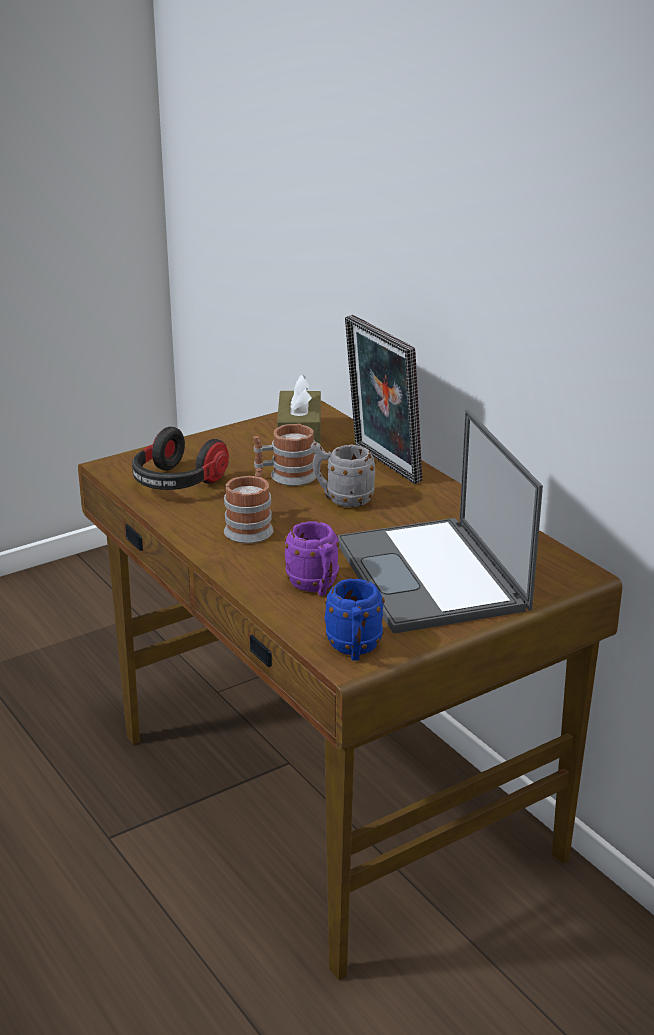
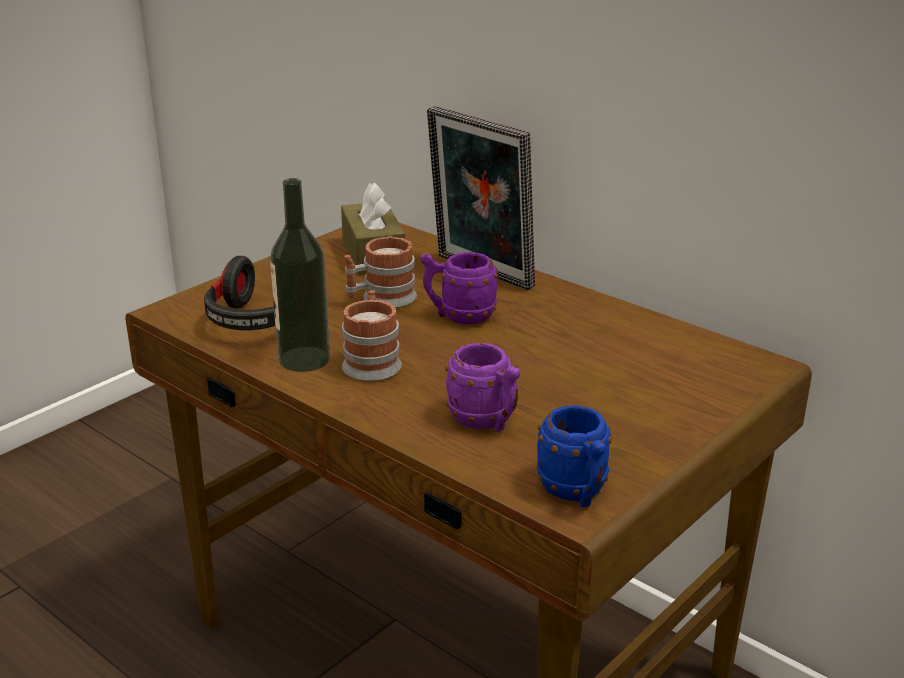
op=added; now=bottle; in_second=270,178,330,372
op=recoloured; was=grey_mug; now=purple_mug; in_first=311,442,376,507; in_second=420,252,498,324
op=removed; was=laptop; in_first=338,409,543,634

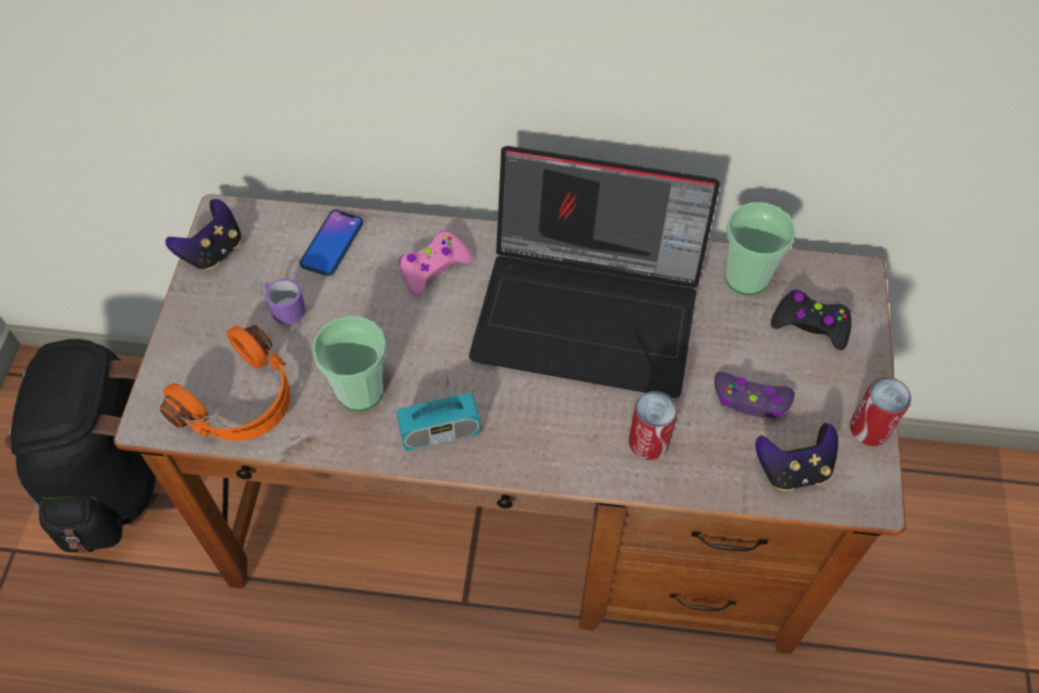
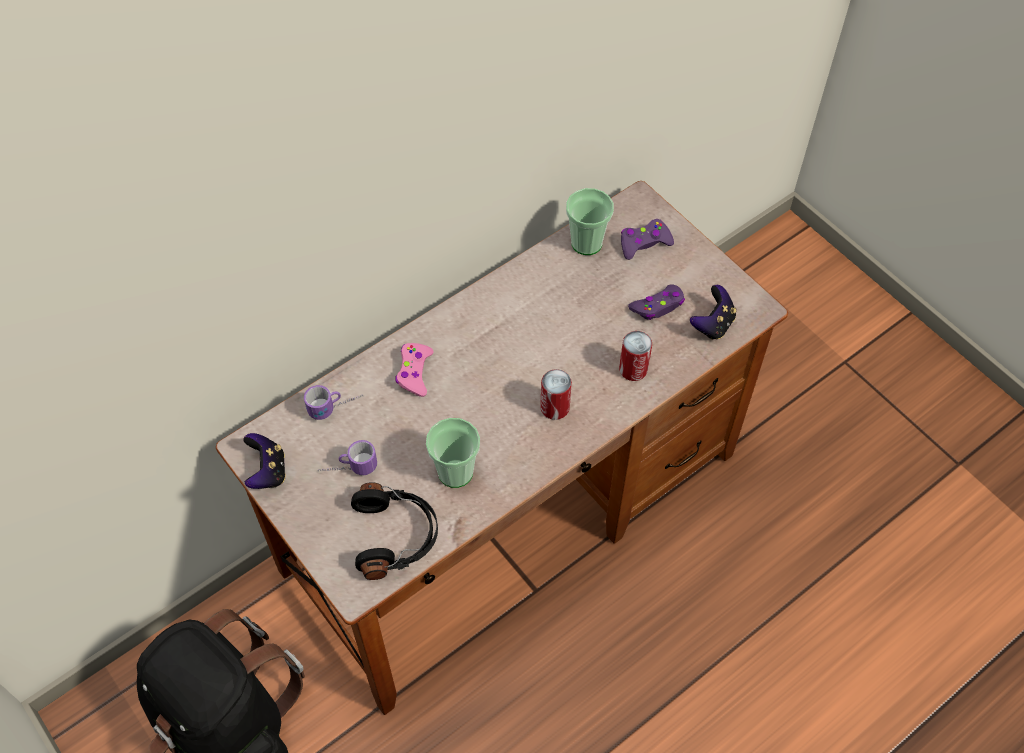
op=replaced; was=phone; now=mug; in_first=299,210,363,276; in_second=304,385,363,420
op=recoloured; was=orange_headphones; now=black_headphones; in_first=160,325,290,441; in_second=351,482,438,580
op=moved; was=can; in_first=850,377,911,446; in_second=540,369,572,420
op=recoloured; was=black_game_controller; now=purple_game_controller; in_first=771,289,851,350; in_second=621,219,674,260
op=removed; was=radio; in_first=396,360,480,451
op=removed; was=laptop; in_first=469,146,720,398

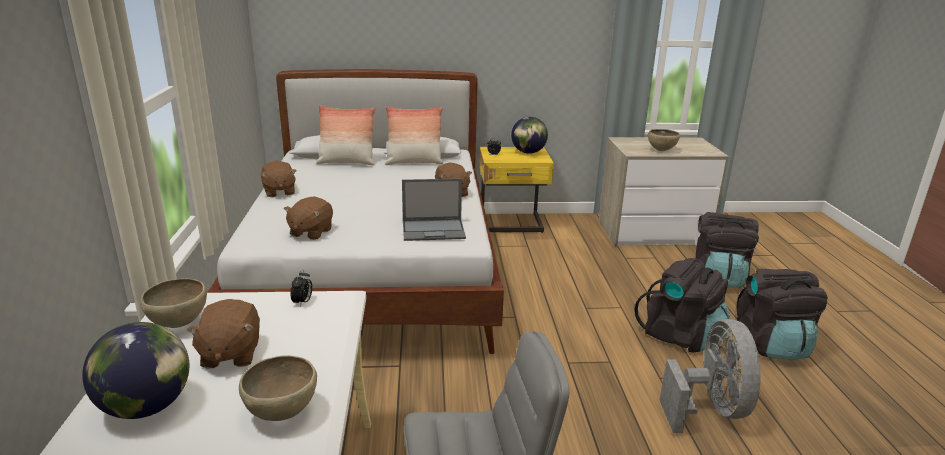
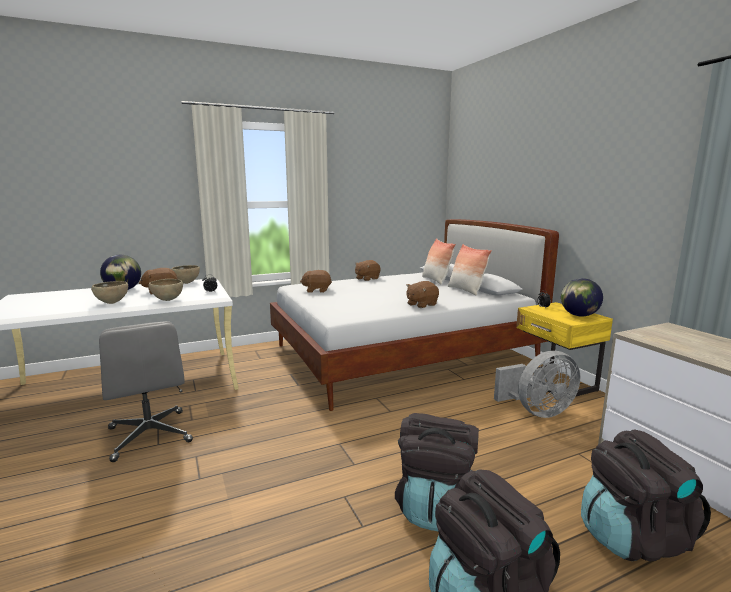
op=moved; was=brown_bowl; in_first=648,129,680,151; in_second=149,279,183,301
op=moved; was=grey_fan; in_first=659,319,761,433; in_second=494,351,580,418
op=removed; was=laptop; in_first=402,178,466,241

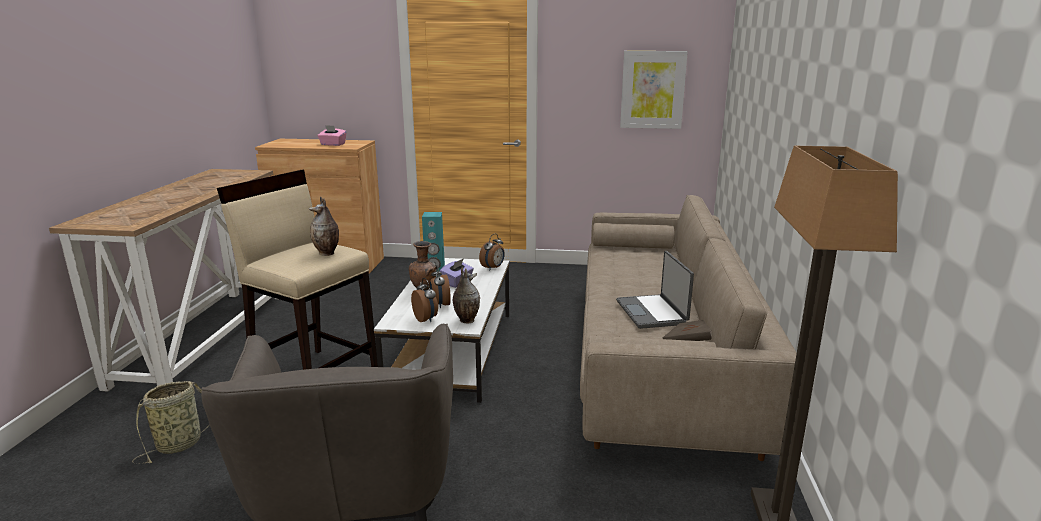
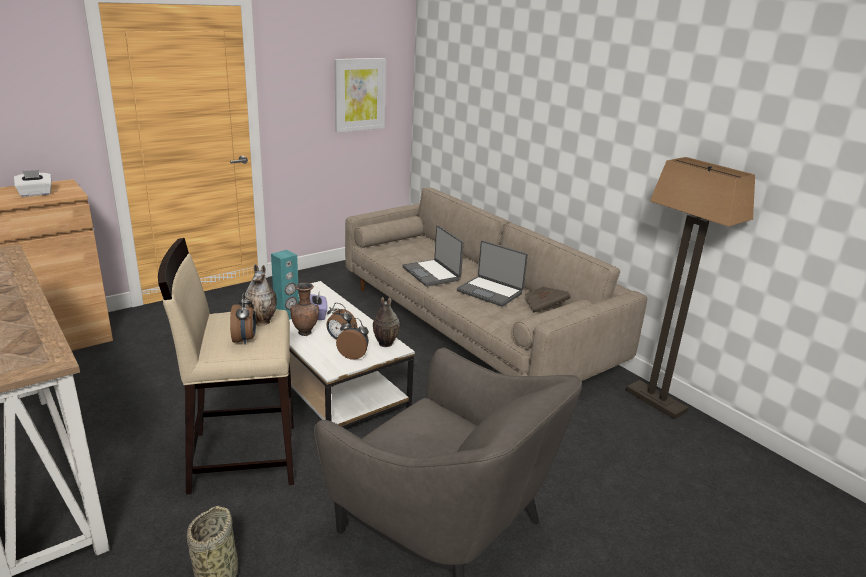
op=recoloured; was=pink_tissue_box; now=white_tissue_box; in_first=317,125,347,146; in_second=14,170,52,197
op=moved; was=alarm_clock; in_first=479,234,505,270; in_second=230,293,256,345
op=added; now=laptop; in_second=402,225,464,287

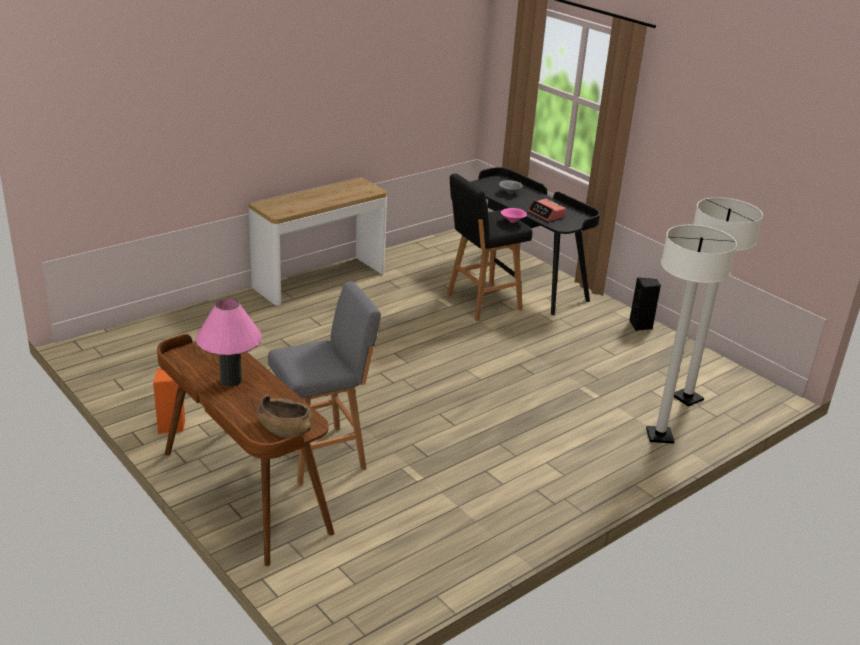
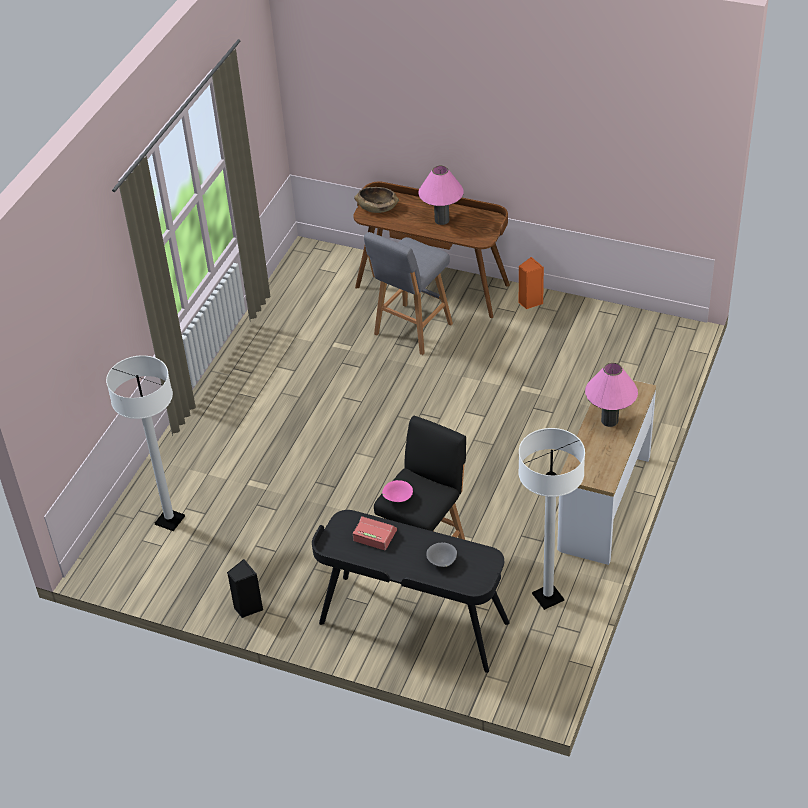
op=moved; was=white_floor_lamp; in_first=646,225,737,444; in_second=518,428,585,610
op=added; now=pink_table_lamp; in_second=585,363,638,427

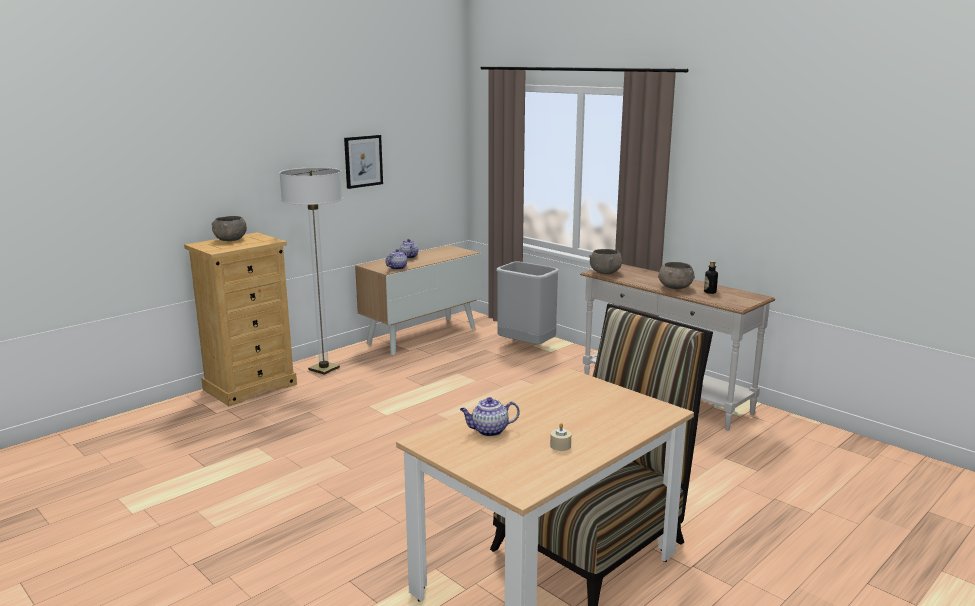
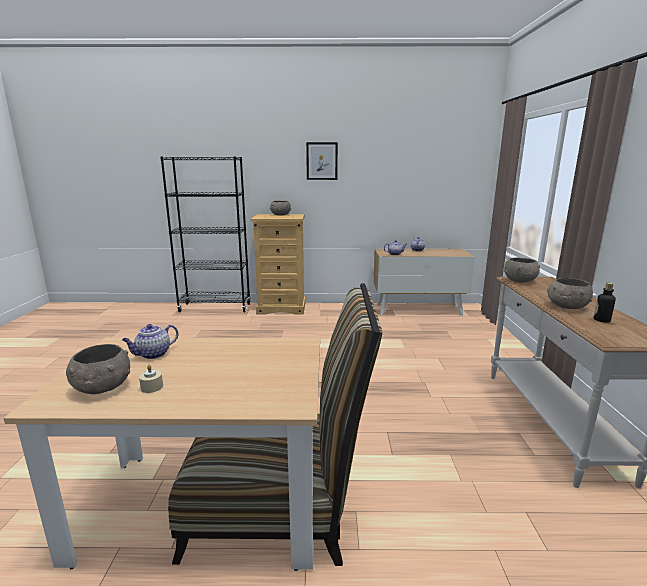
op=added; now=grey_bowl; in_second=66,344,130,394
op=turned; was=teapot; in_first=460,397,520,437; in_second=122,324,178,359; clockwise=-75
op=added; now=black_bookcase; in_second=160,156,251,312
op=moved; was=picture; in_first=344,135,383,189; in_second=306,142,338,180
op=removed; was=floor_lamp; in_first=279,167,343,375
op=removed; was=grey_trash_can; in_first=496,261,559,344

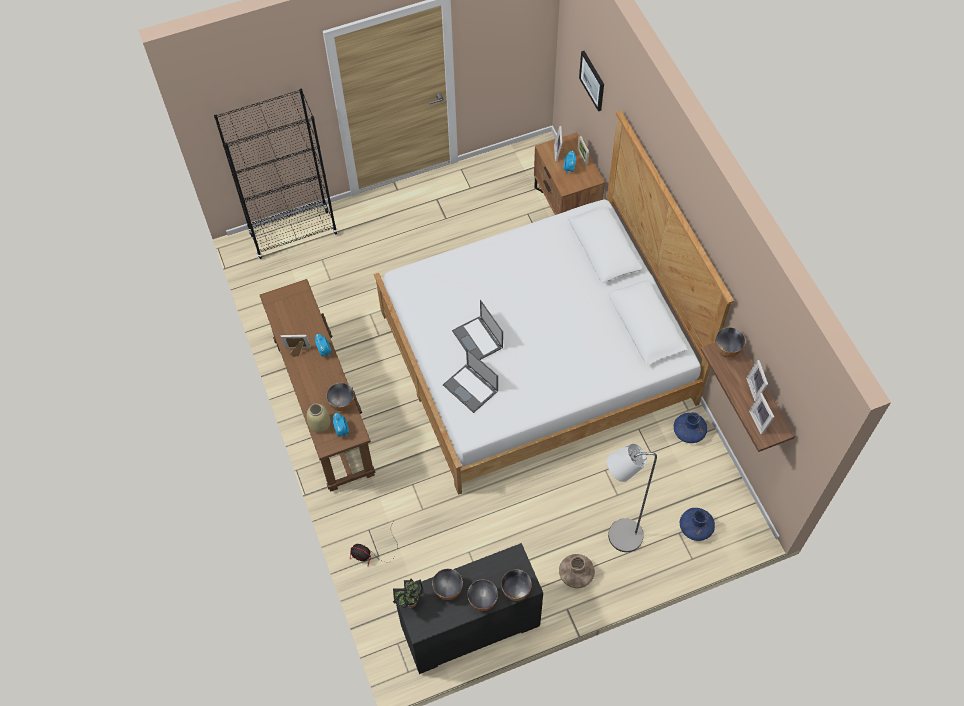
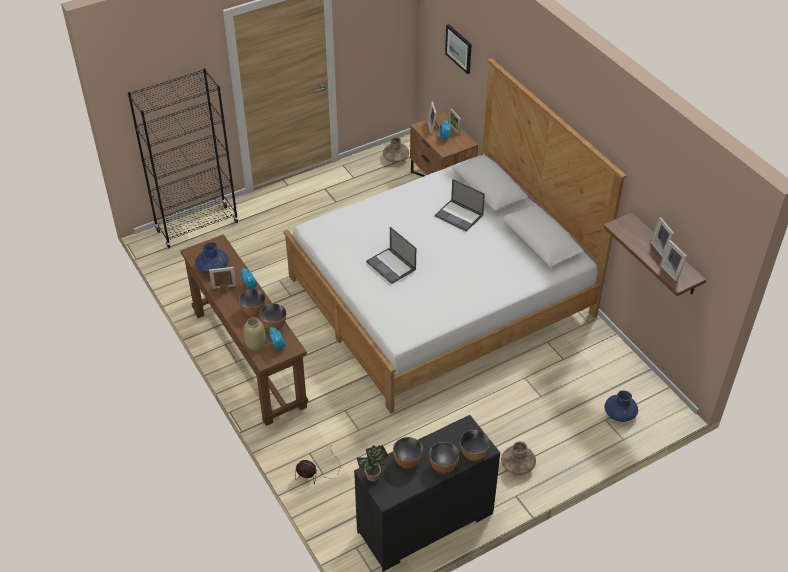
op=moved; was=blue_vase; in_first=674,412,707,443; in_second=196,242,228,274
op=moved; was=bowl; in_first=715,327,745,357; in_second=239,289,266,316
op=added; now=brown_vase; in_second=383,137,409,163
op=moved; was=laptop; in_first=443,348,498,413; in_second=435,179,485,232
op=removed; was=grey_floor_lamp; in_first=607,443,657,552

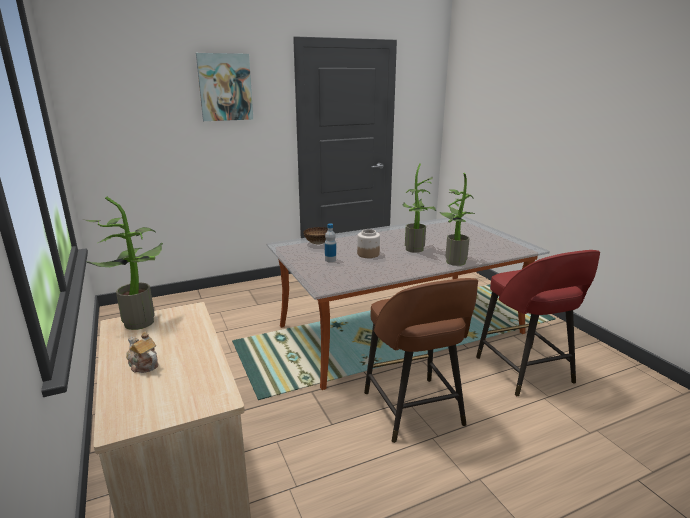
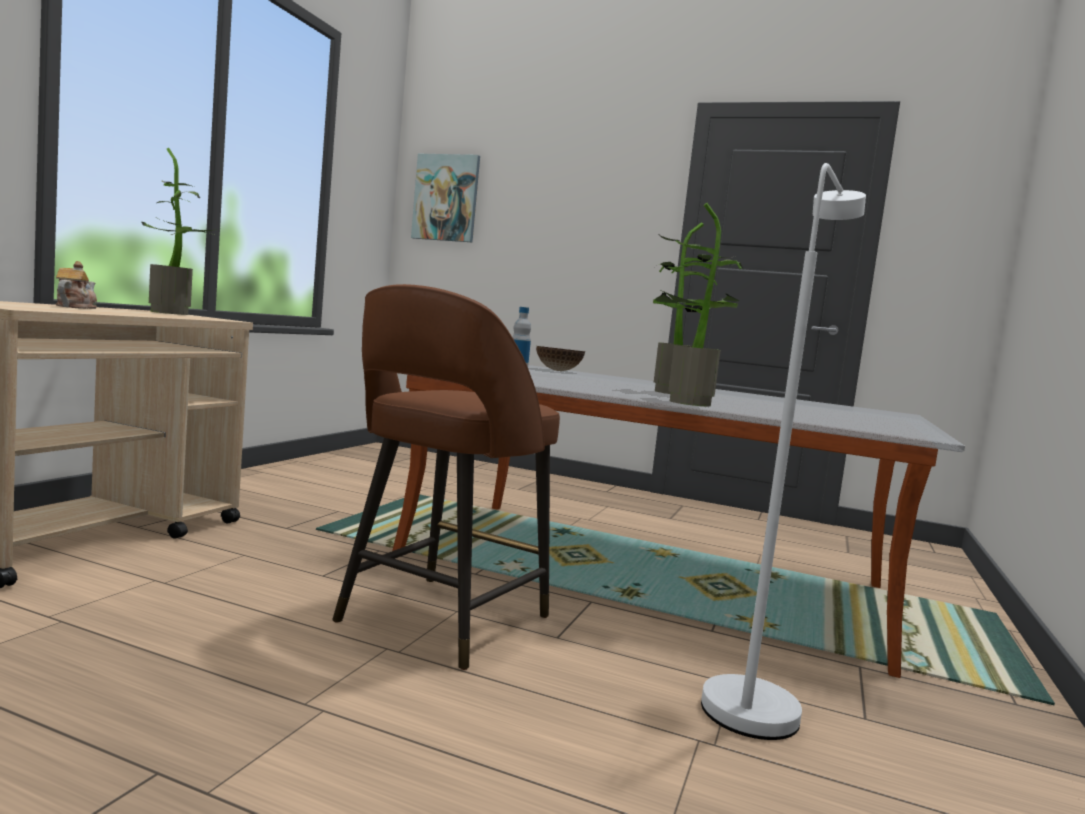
op=moved; was=picture; in_first=196,53,253,121; in_second=411,154,480,242
op=replaced; was=red_stool; now=white_floor_lamp; in_first=476,250,600,396; in_second=701,163,866,740
op=removed; was=jar; in_first=357,229,380,258

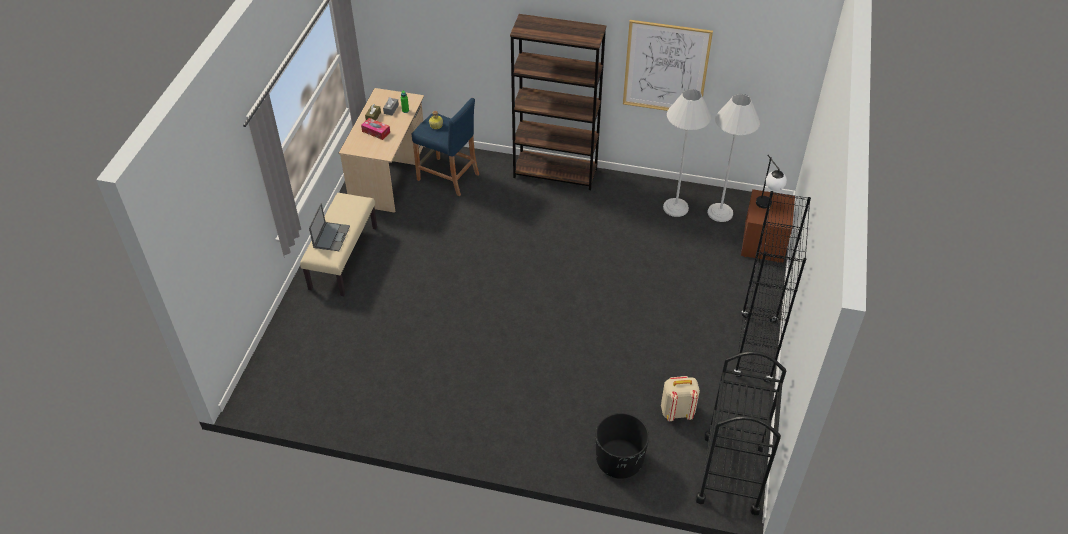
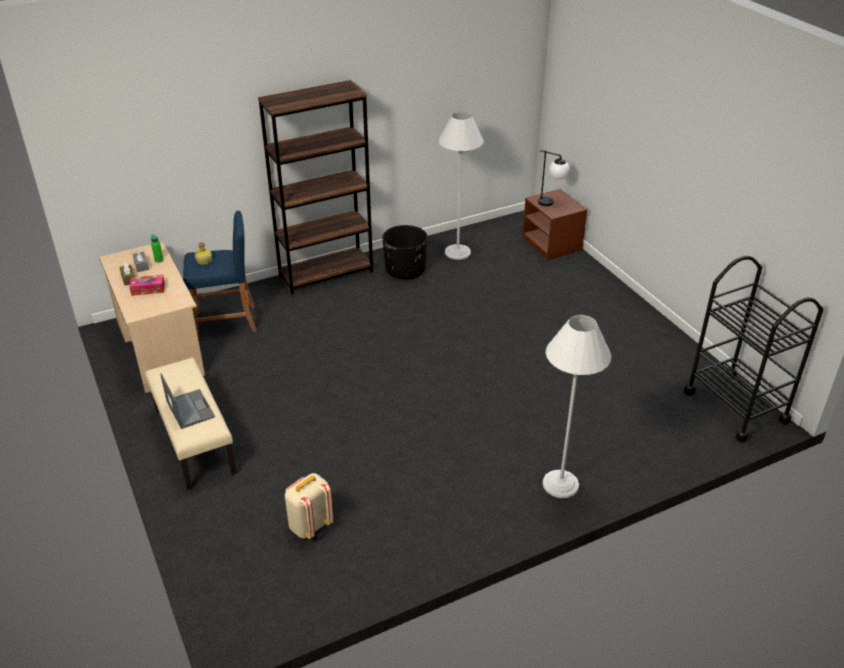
op=moved; was=beige_backpack; in_first=661,376,700,421; in_second=285,473,334,539
op=moved; was=black_planter; in_first=596,413,649,479; in_second=382,225,428,279
op=moved; was=white_floor_lamp; in_first=707,94,760,222; in_second=543,315,611,498
op=removed; was=picture; in_first=623,20,713,111
op=removed; was=black_bookcase; in_first=734,191,811,382

